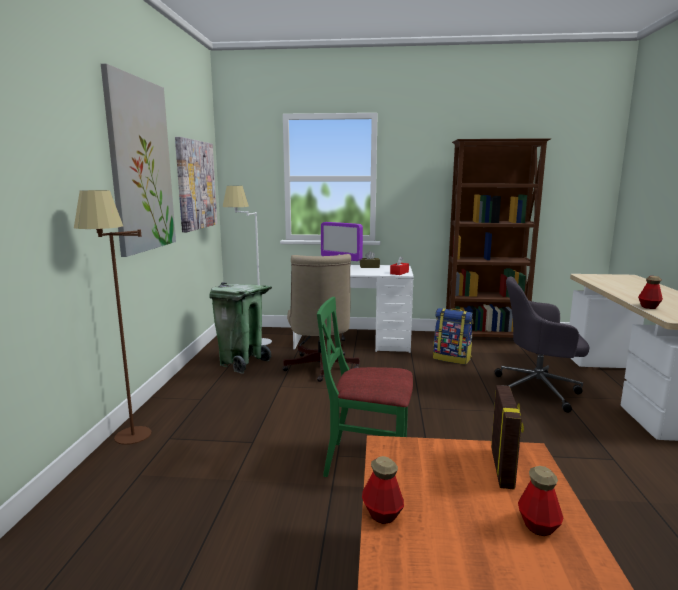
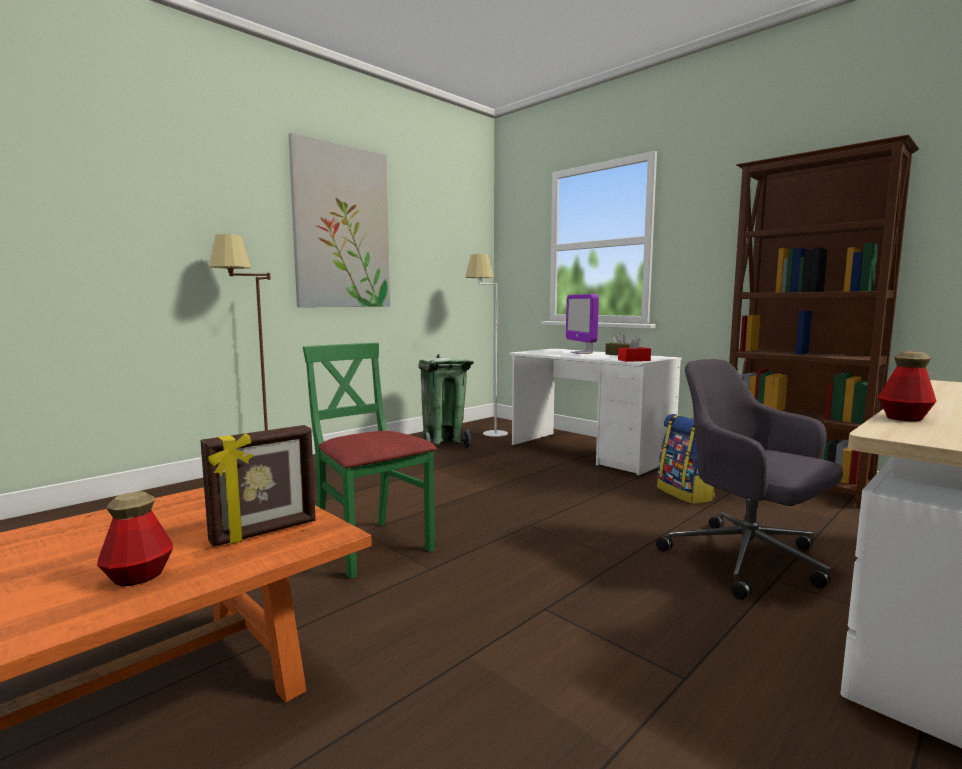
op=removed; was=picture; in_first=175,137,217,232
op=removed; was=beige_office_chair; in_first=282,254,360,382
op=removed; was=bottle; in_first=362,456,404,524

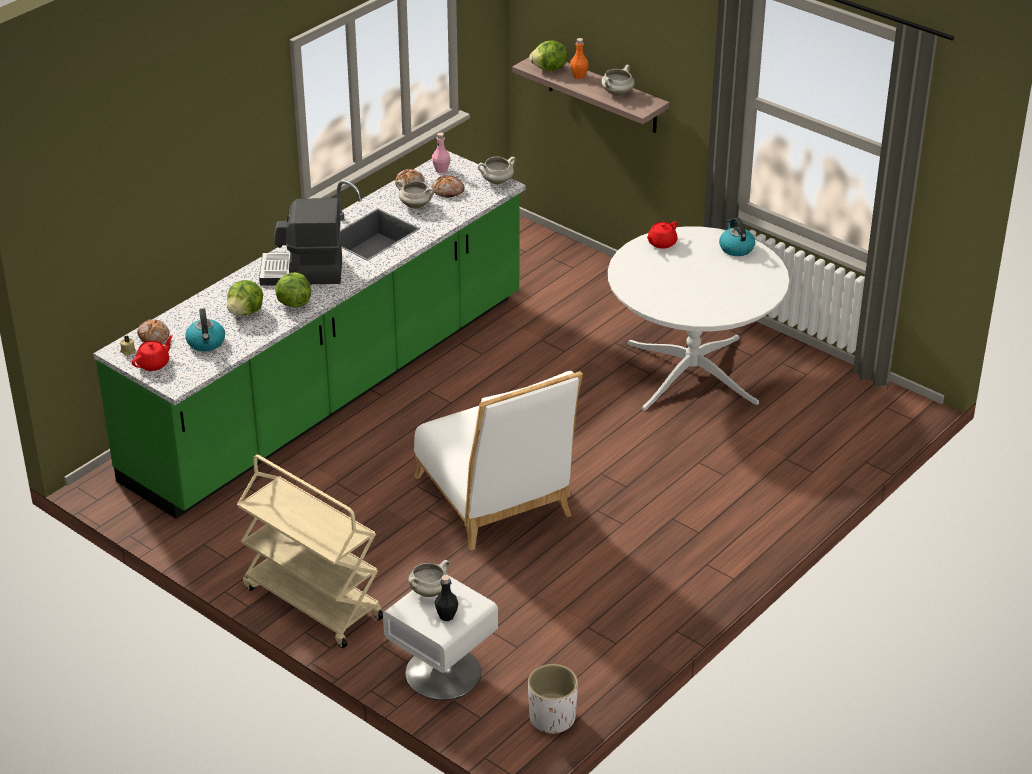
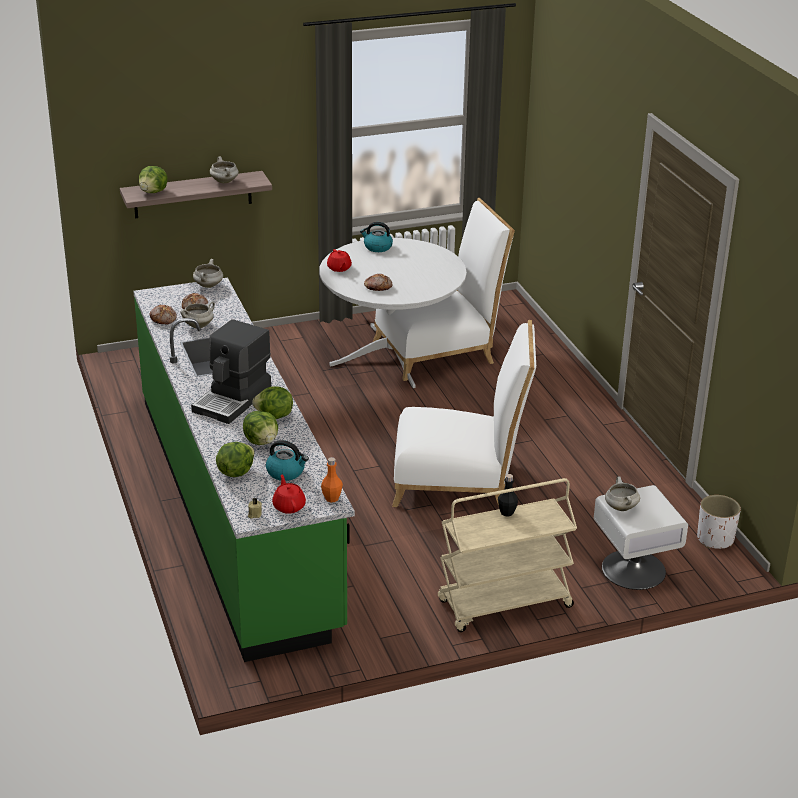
op=added; now=lettuce; in_second=216,442,255,477
op=moved; was=orange_bottle; in_first=570,38,589,79; in_second=321,457,343,502
op=moved; was=bread; in_first=137,319,170,343; in_second=364,274,392,291
op=added; now=white_chair; in_second=373,198,515,381
op=moved; was=black_bottle; in_first=435,575,458,621; in_second=498,474,518,517
op=removed; was=pink_bottle; in_first=432,132,450,173

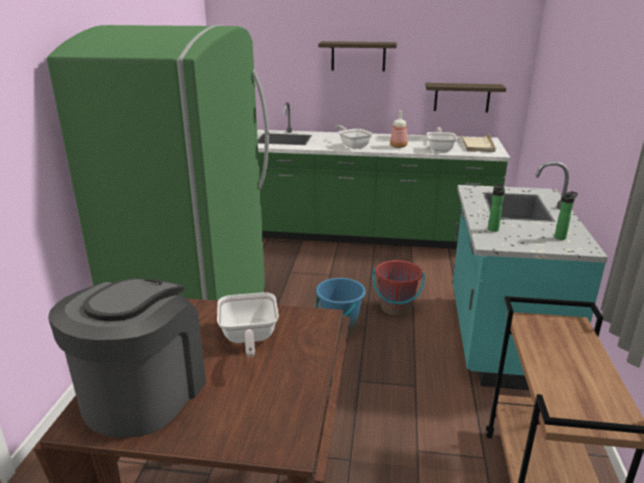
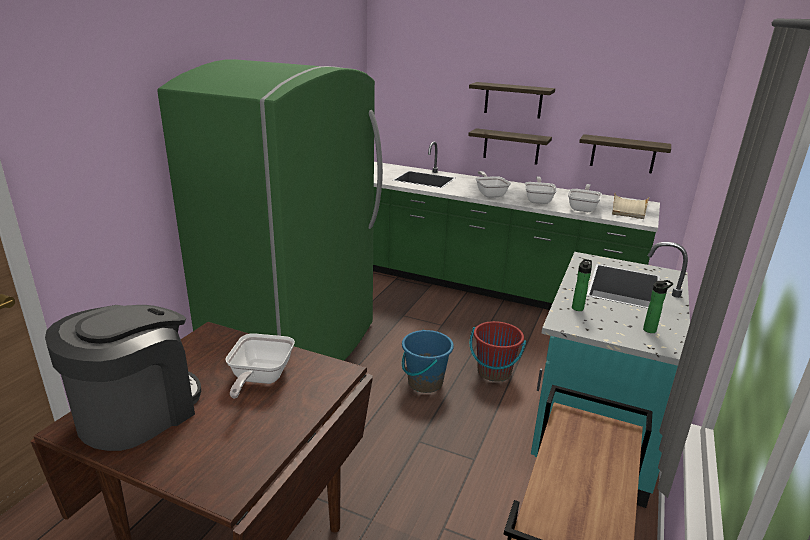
op=added; now=shelf; in_second=468,128,552,165
op=replaced; was=bottle; now=frying_pan; in_first=390,110,408,148; in_second=525,176,557,204

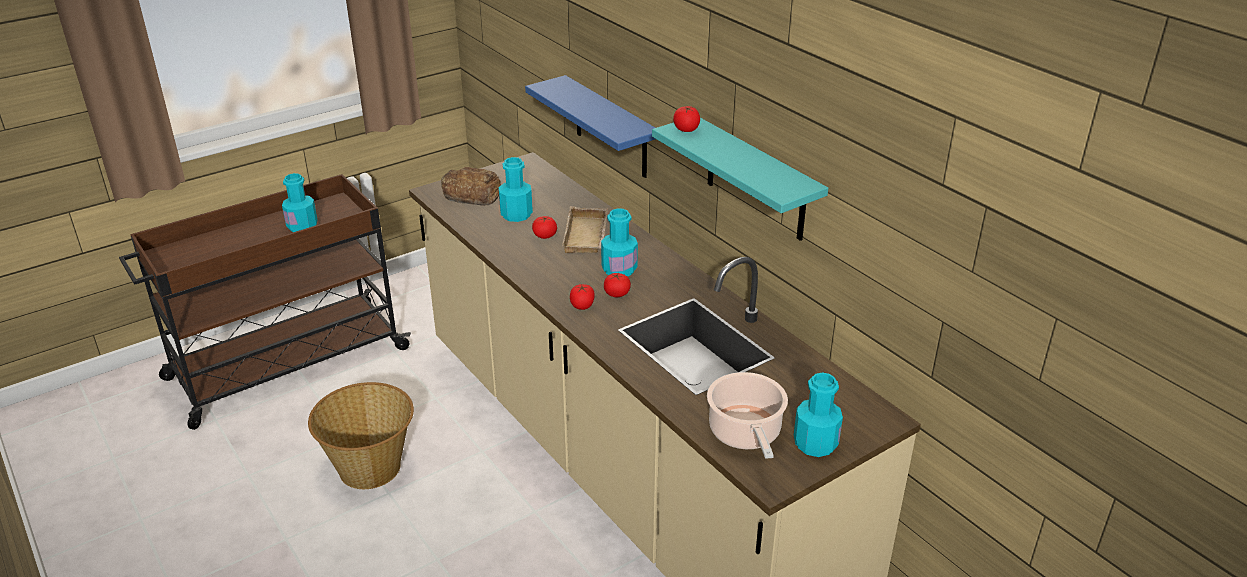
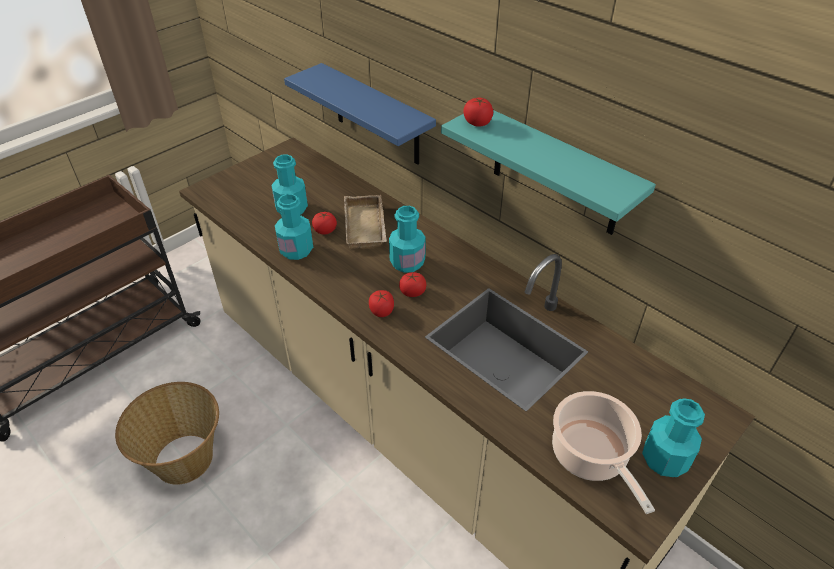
op=moved; was=turquoise_bottle; in_first=282,173,318,232; in_second=275,194,313,260
op=removed; was=bread; in_first=441,167,501,206

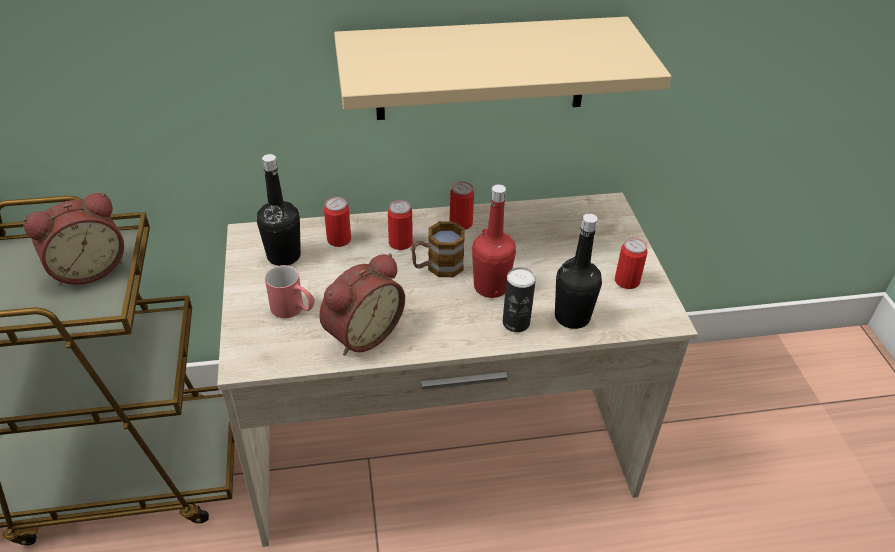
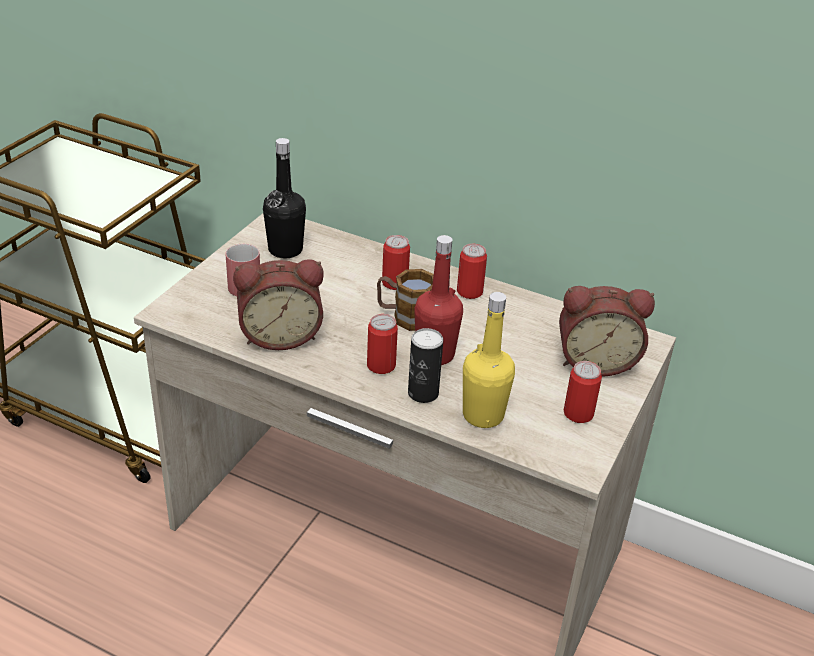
op=moved; was=can; in_first=324,197,351,247; in_second=367,314,398,374
op=recoloured; was=black_bottle; now=yellow_bottle; in_first=555,214,602,329; in_second=463,292,515,428
op=moved; was=alarm_clock; in_first=23,193,124,286; in_second=559,286,655,377
op=removed; was=beige_shelf; in_first=334,17,671,120

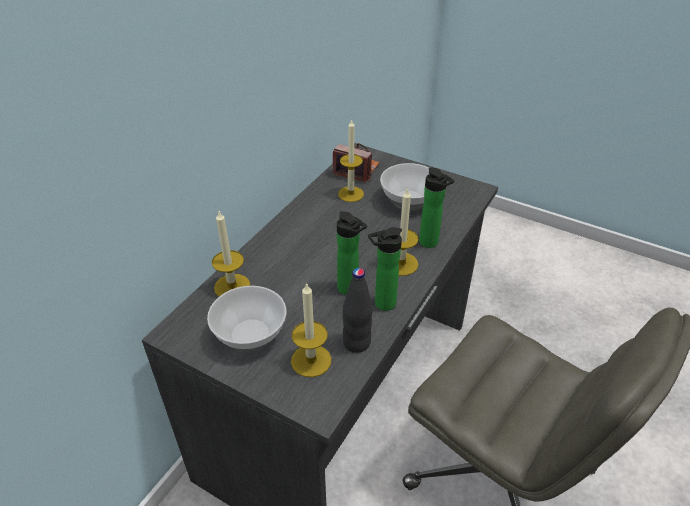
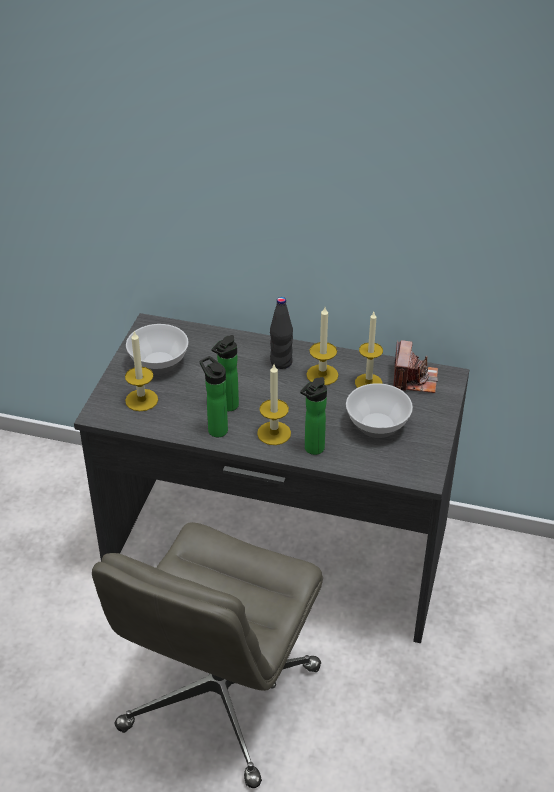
op=moved; was=black_bottle; in_first=343,268,373,353; in_second=270,297,293,369
op=moved; was=candle; in_first=212,211,251,297; in_second=306,307,339,385

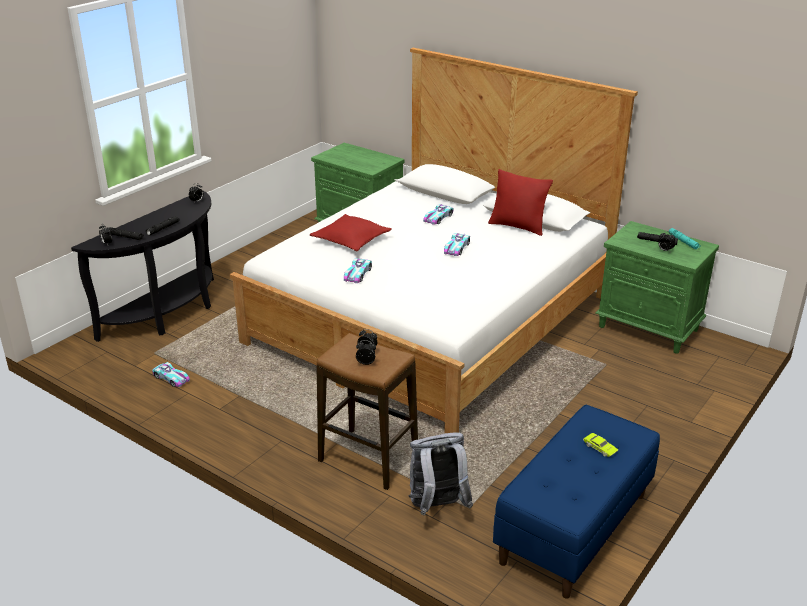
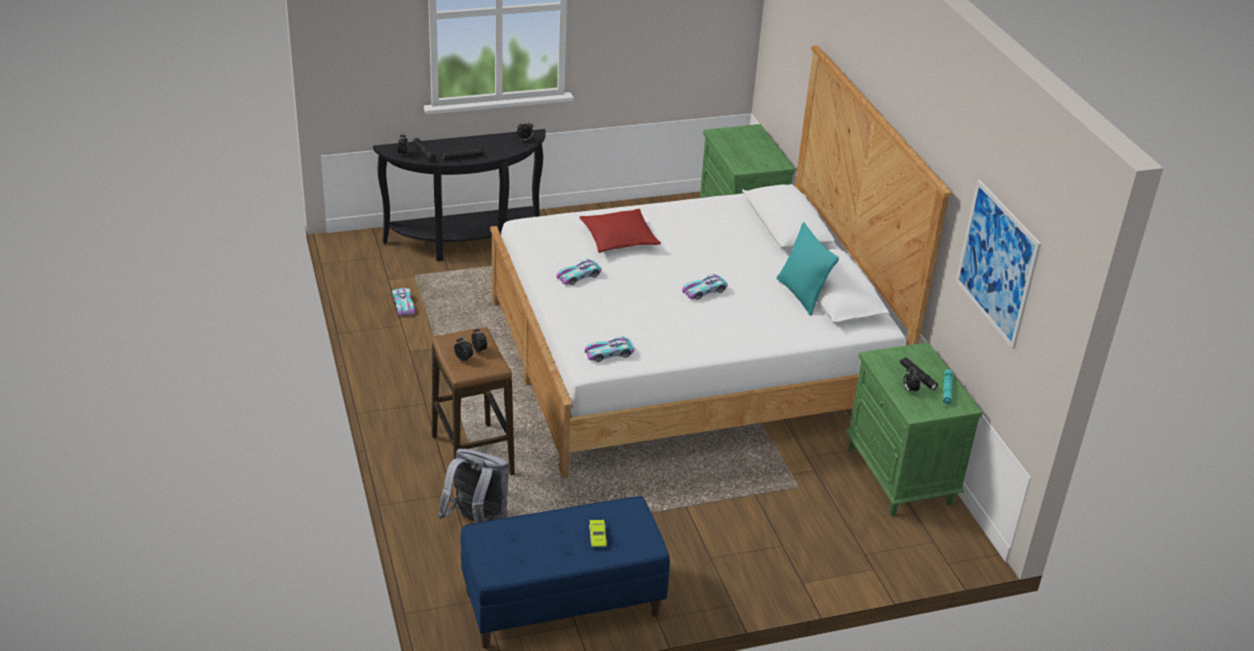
op=moved; was=toy_car; in_first=423,204,453,225; in_second=585,336,634,362
op=recoloured; was=red_pillow; now=turquoise_pillow; in_first=488,169,553,236; in_second=776,222,839,316
op=added; now=picture; in_second=956,179,1041,349

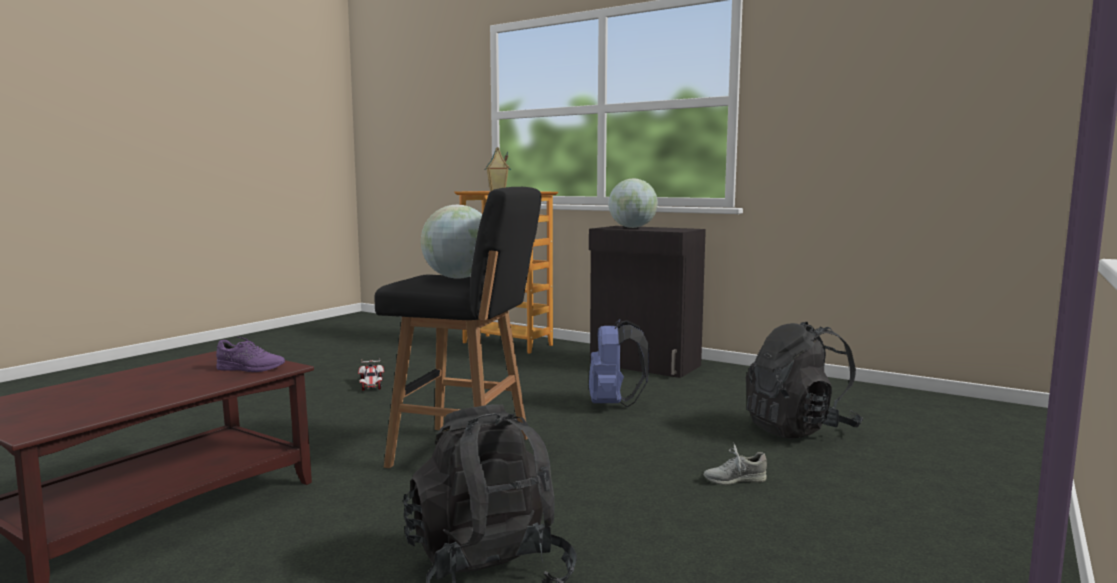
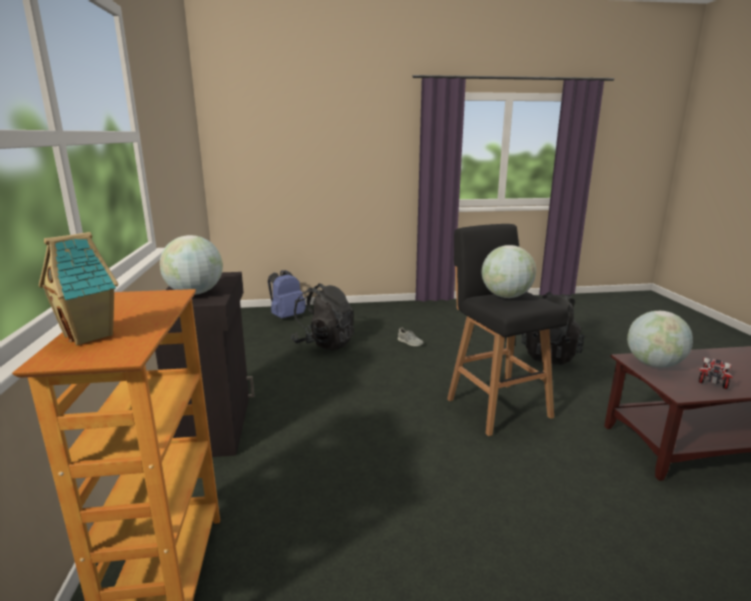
op=moved; was=blue_backpack; in_first=589,319,649,407; in_second=268,270,306,319
op=replaced; was=purple_shoe; now=globe; in_first=216,337,285,372; in_second=627,311,693,368
op=moved; was=toy_car; in_first=358,360,384,391; in_second=698,358,733,389

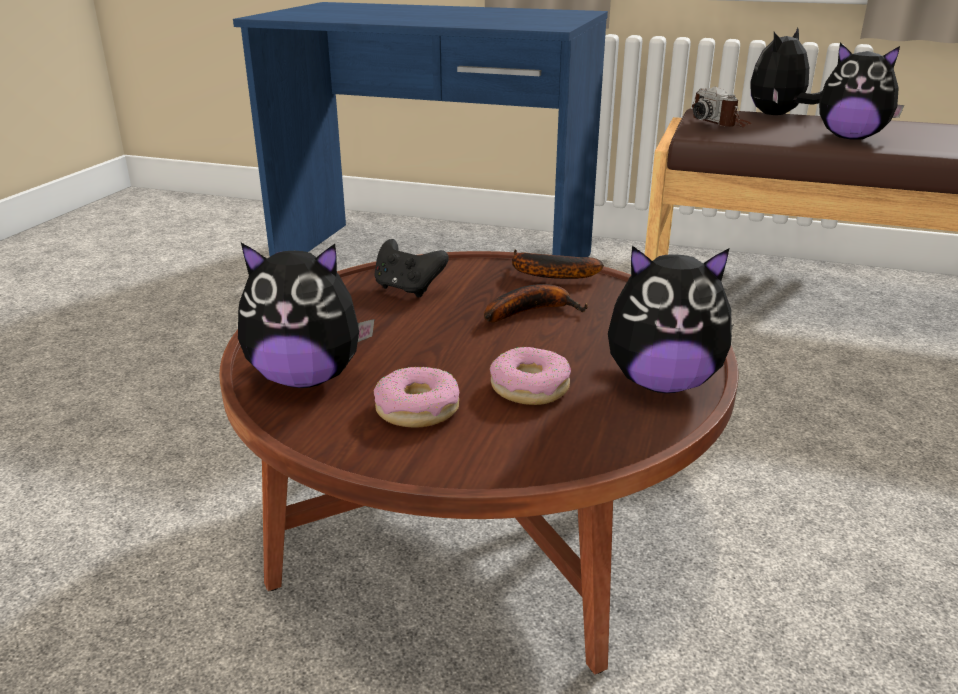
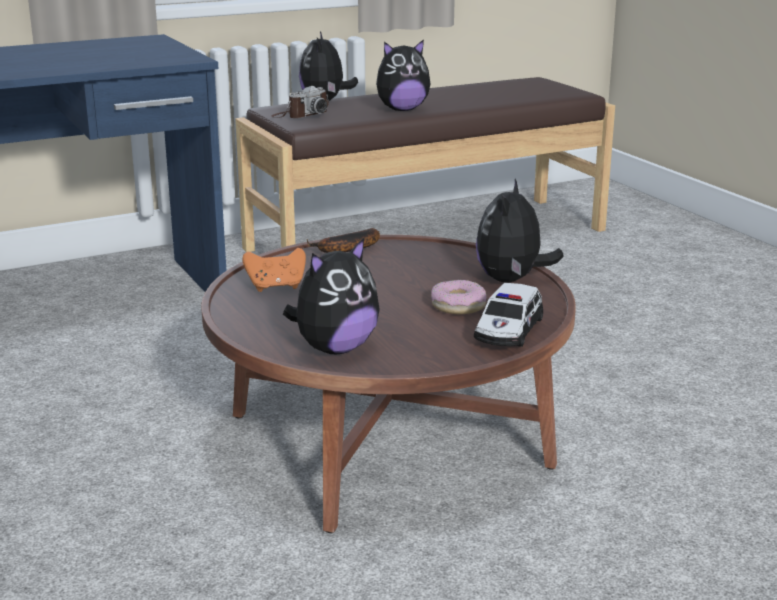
op=recoloured; was=black_game_controller; now=orange_game_controller; in_first=374,239,449,298; in_second=242,248,306,292
op=turned; was=photo_camera; in_first=692,86,752,127; in_second=271,86,329,118; clockwise=-60
op=added; now=toy_car; in_second=474,283,543,347
op=turned; was=plush_toy; in_first=608,246,734,393; in_second=476,179,564,282; clockwise=150
op=removed; was=donut; in_first=374,367,459,428
op=removed; was=banana; in_first=484,284,588,322

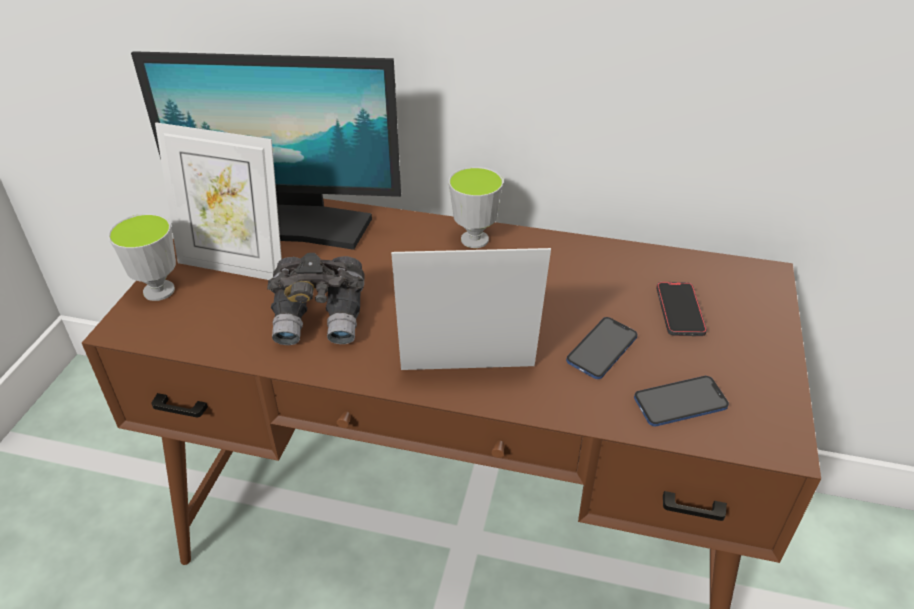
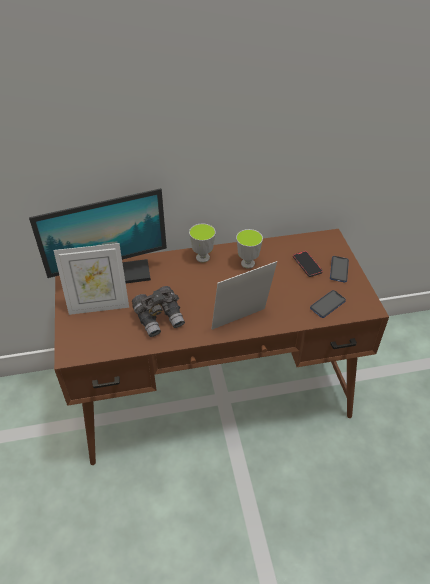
op=moved; was=cup; in_first=108,213,176,301; in_second=236,229,263,269
op=moved; was=phone; in_first=566,317,638,379; in_second=330,256,349,283

